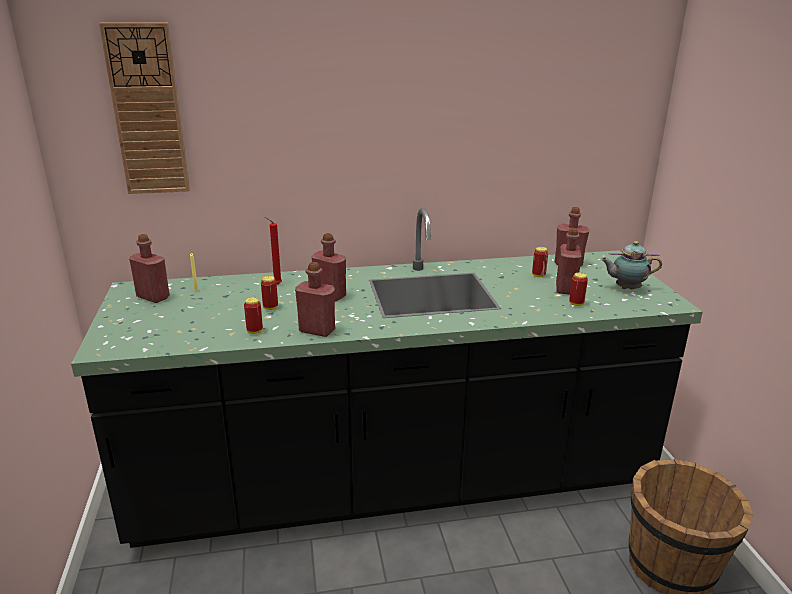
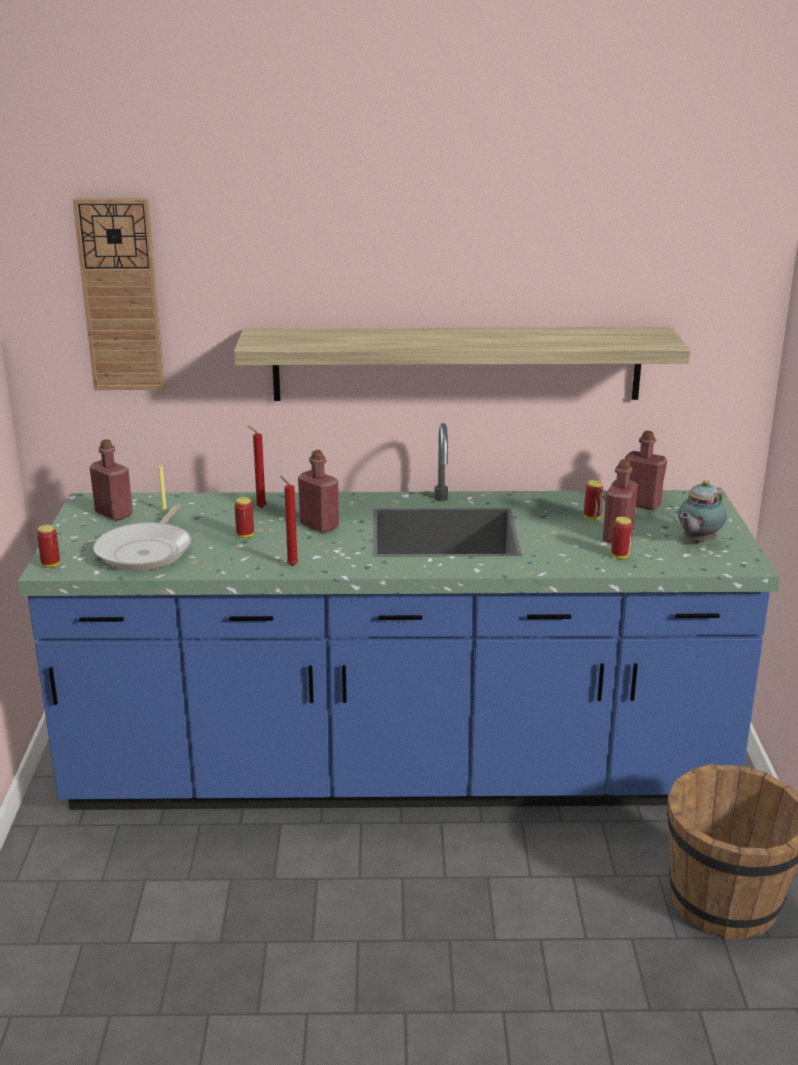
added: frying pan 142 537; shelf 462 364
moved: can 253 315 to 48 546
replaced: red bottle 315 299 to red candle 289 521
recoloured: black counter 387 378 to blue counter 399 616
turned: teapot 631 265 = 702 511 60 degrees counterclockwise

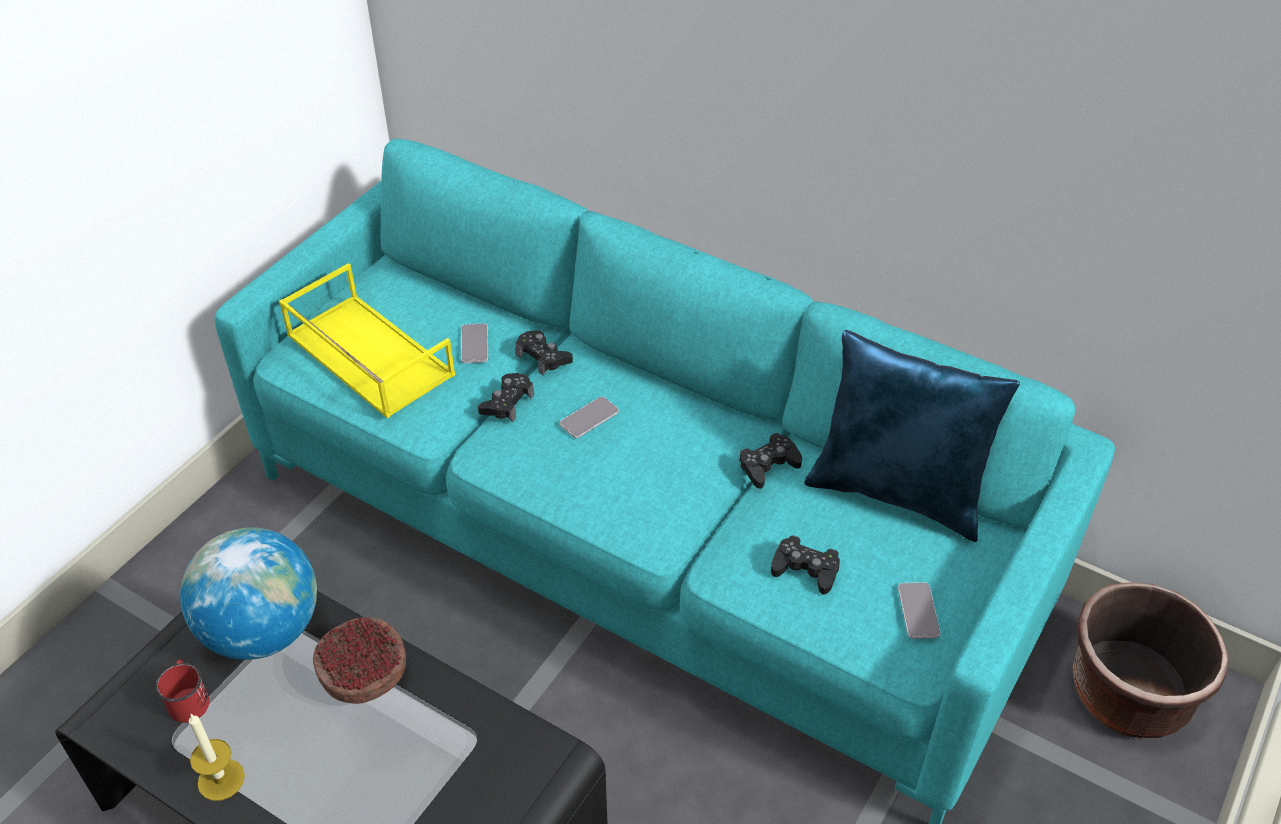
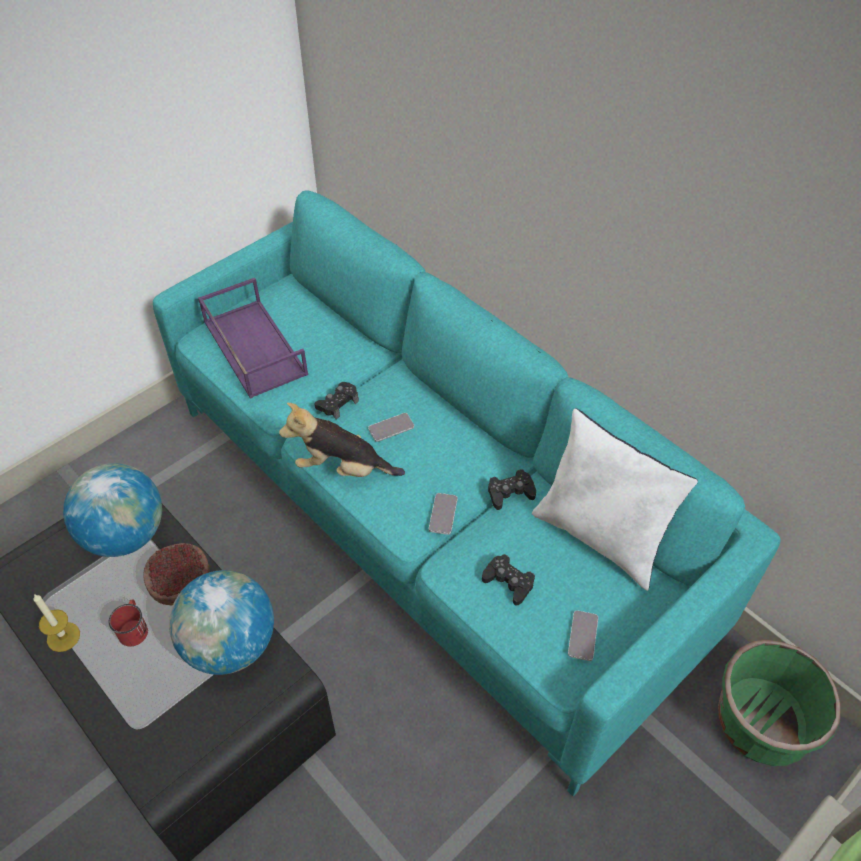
removed: black game controller 544 353
added: globe 221 622; plush toy 342 440
moved: red mug 182 691 to 128 623; phone 474 343 to 443 514
recoloured: yellow tray 367 340 to purple tray 253 338; blue pillow 912 436 to white pillow 615 499; brown planter 1150 660 to green planter 779 702

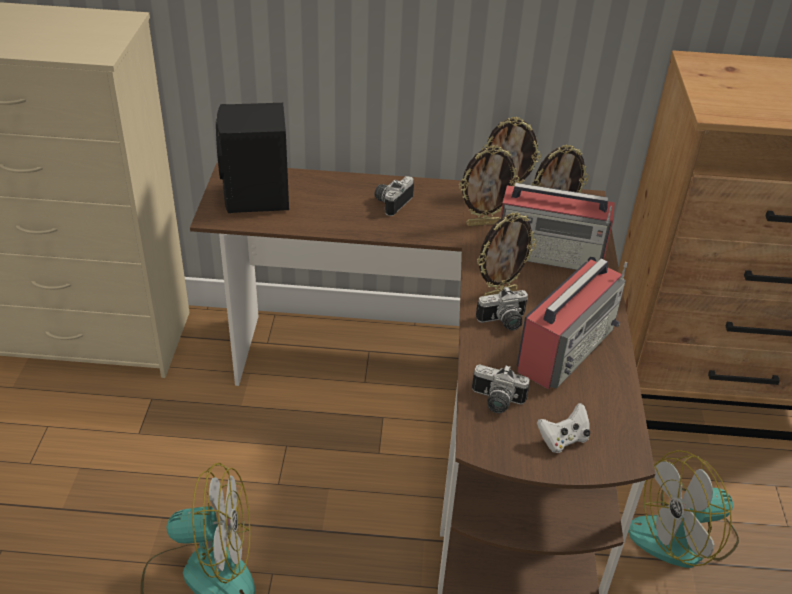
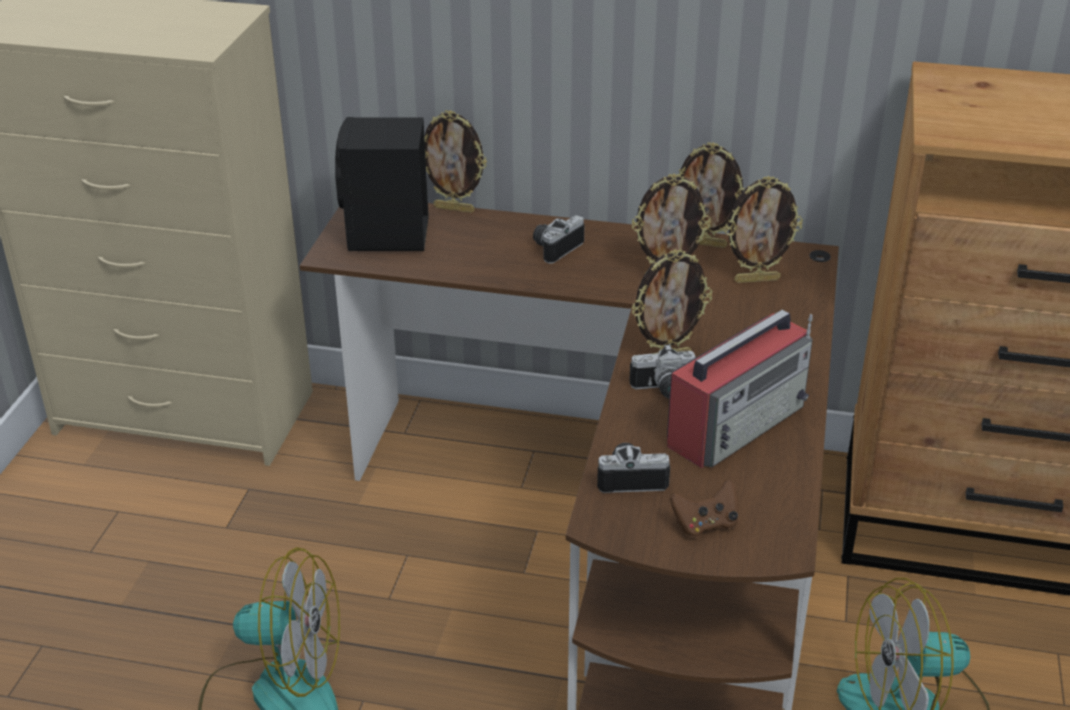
removed: radio 557 226
added: picture frame 455 161
recoloured: white game controller 564 428 to brown game controller 704 509
turned: photo camera 501 388 = 633 468 150 degrees clockwise

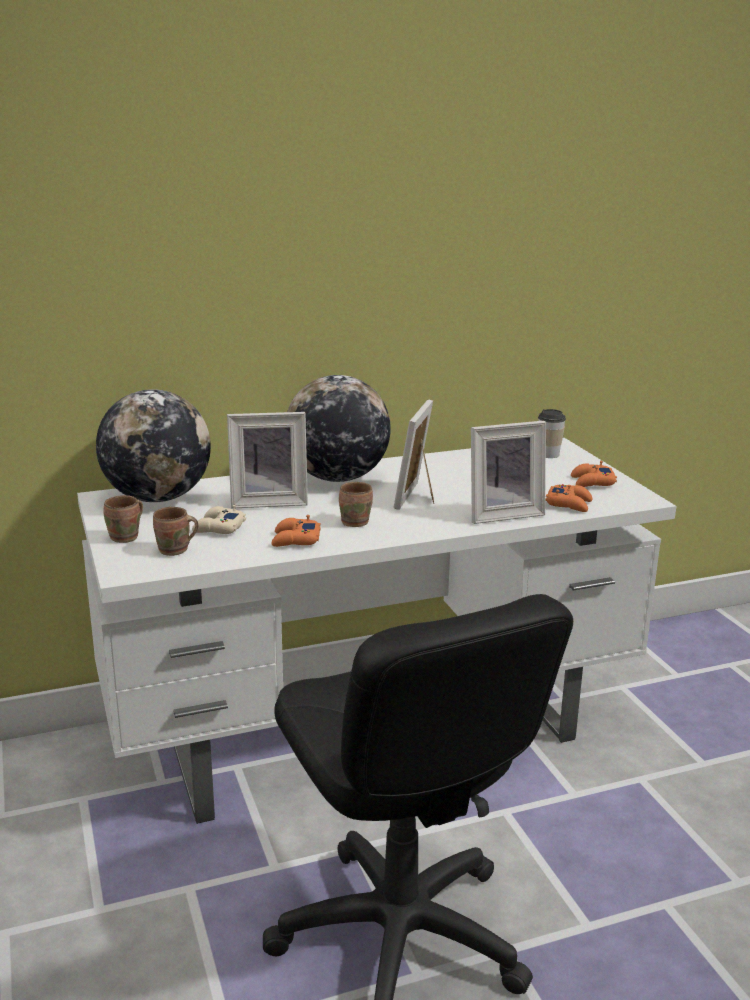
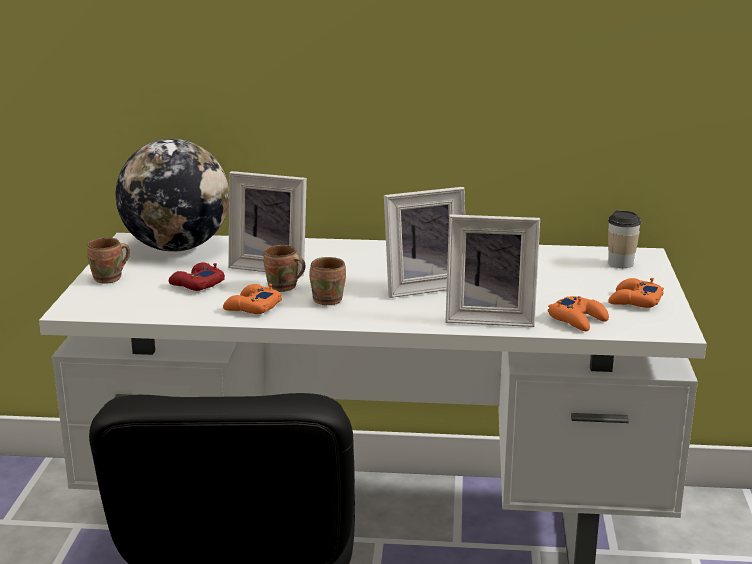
removed: globe 339 428
moved: brown mug 175 531 to 285 268
recoloured: beige game controller 219 519 to red game controller 197 276
turned: picture frame 414 455 = 424 242 150 degrees counterclockwise

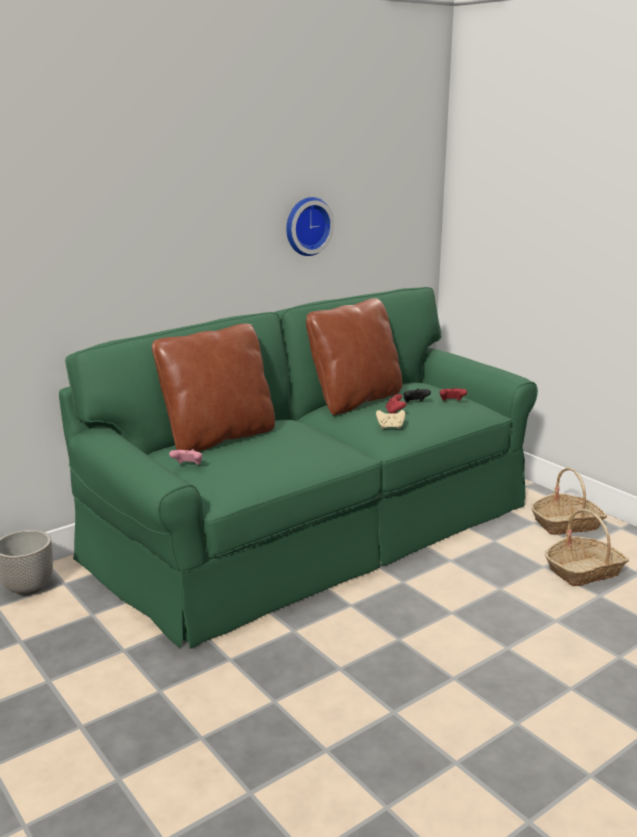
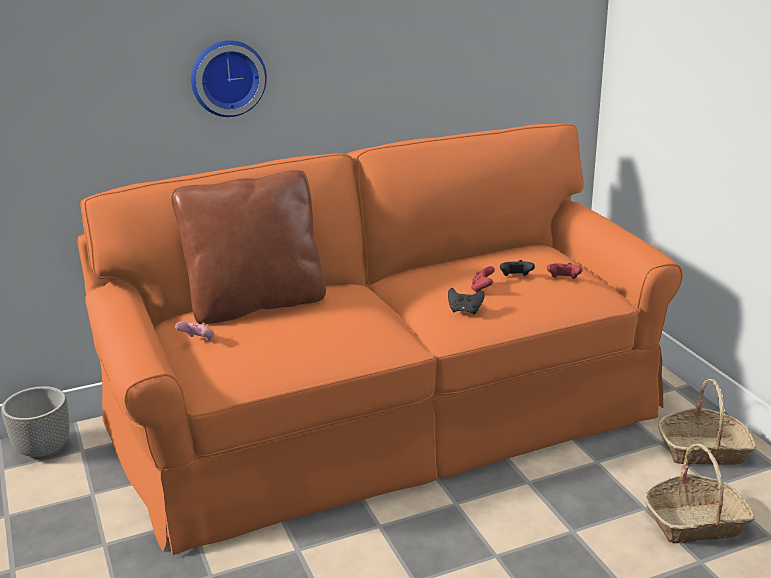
removed: brown pillow 354 356
moved: wall clock 310 226 to 229 78
recoloured: green sofa 298 467 to orange sofa 380 339; beige game controller 390 419 to black game controller 466 301

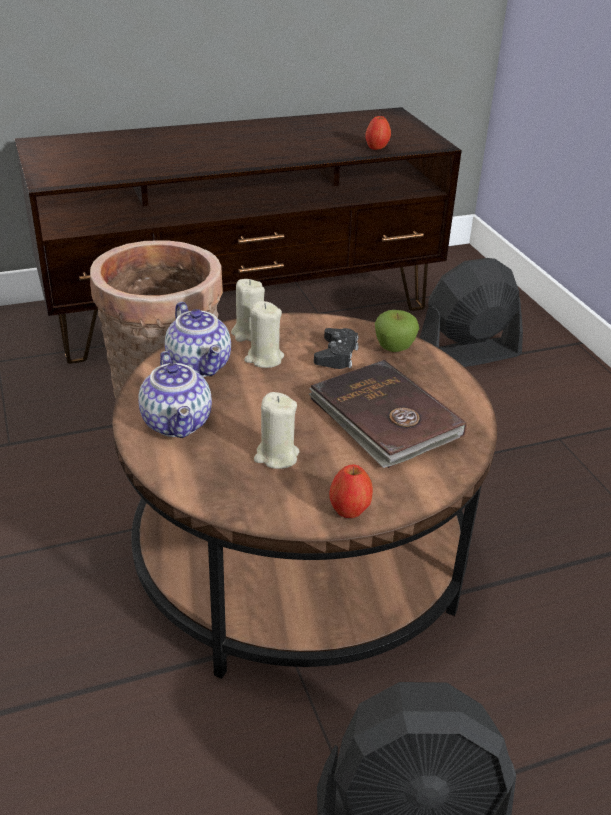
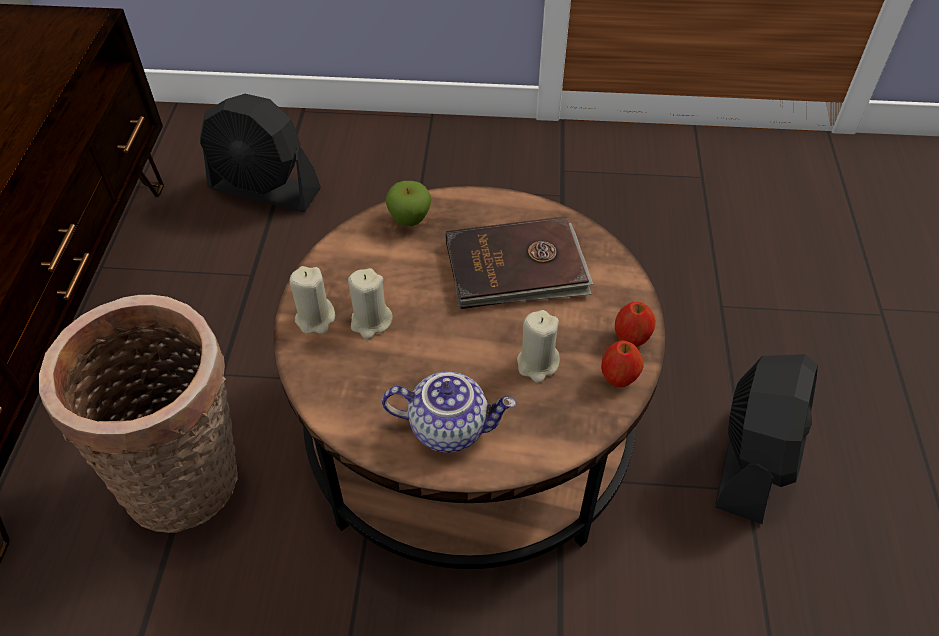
removed: teapot 198 339; black game controller 336 348
moved: apple 378 133 to 622 363
turned: black fan 471 312 = 260 153 75 degrees counterclockwise

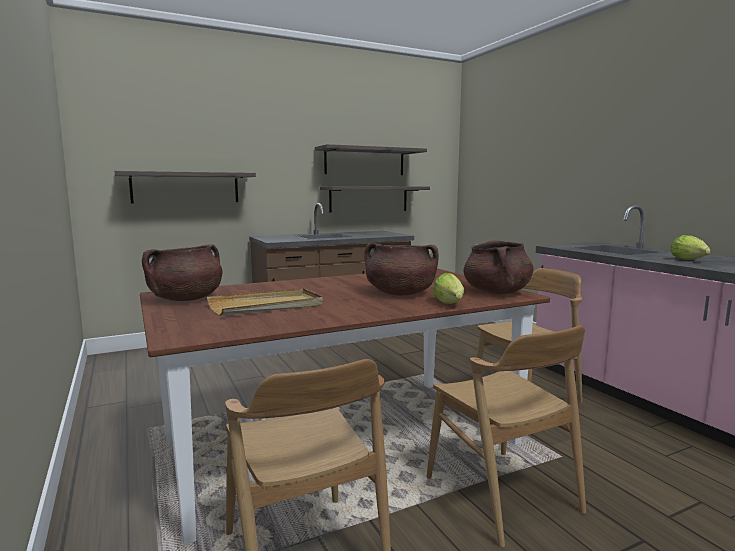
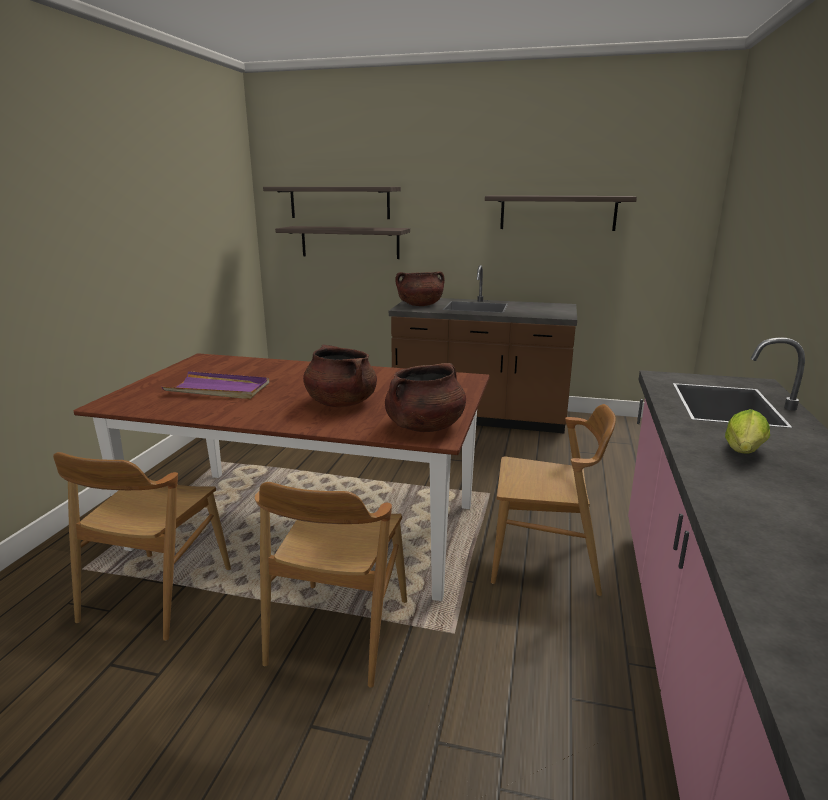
removed: lettuce 448 288
moved: brown cooking pot 182 272 to 419 289; shelf 375 199 to 332 203
recoloured: beige tray 265 302 to purple tray 215 385

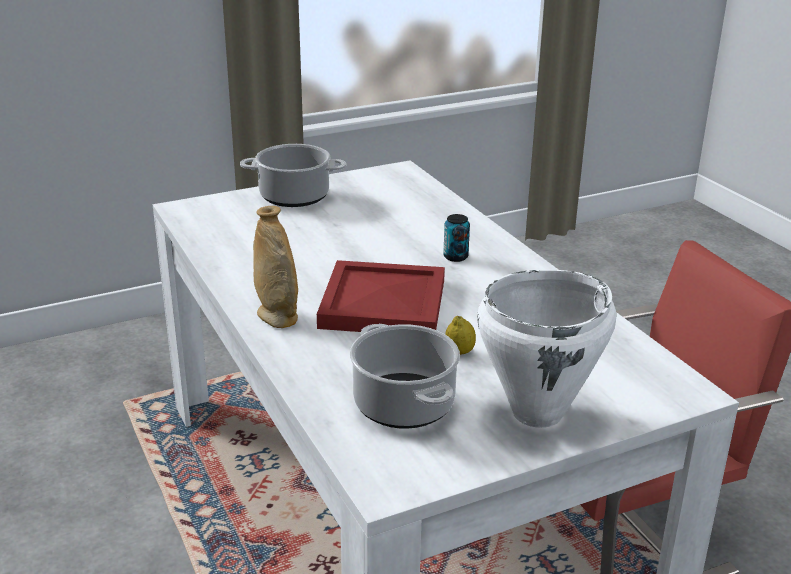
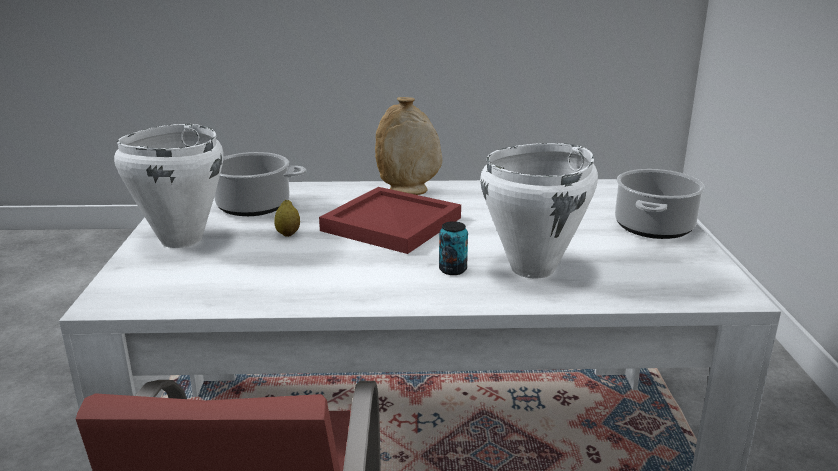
added: white cooking pot 539 210

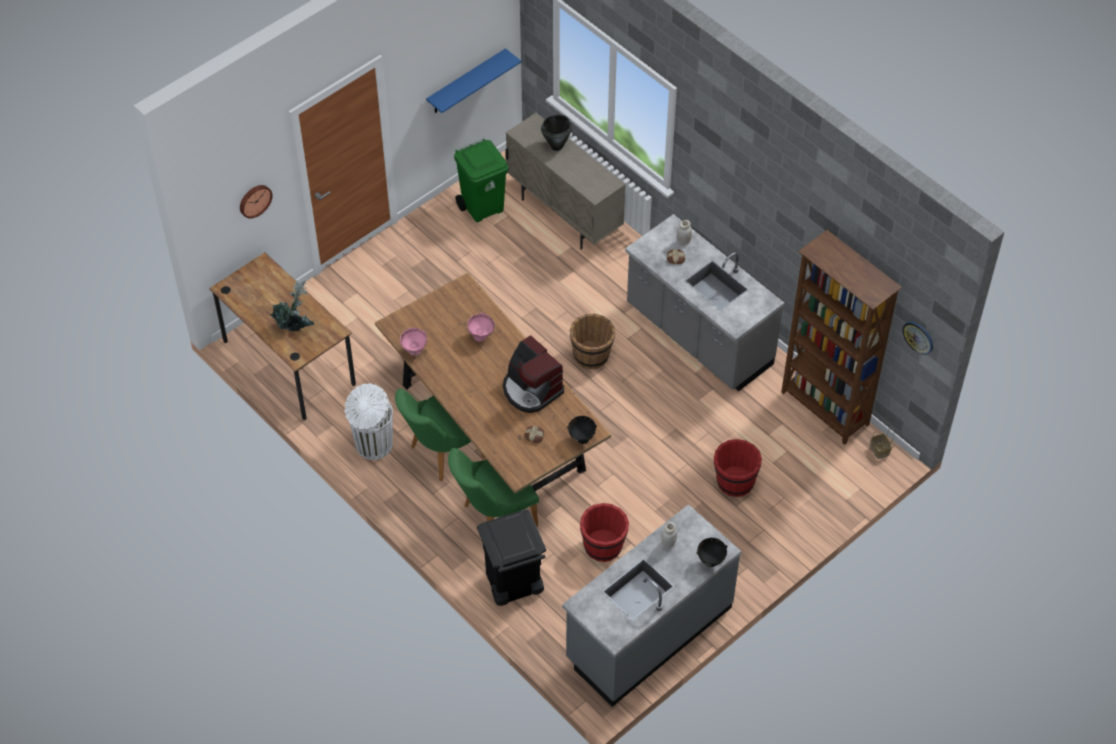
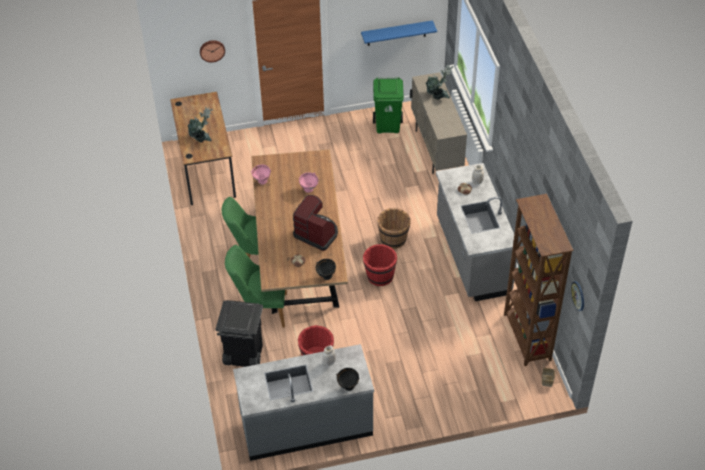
removed: white trash can 369 421
moved: red bucket 738 468 to 380 265
replaced: black cooking pot 556 133 to potted plant 439 82
turned: coffee machine 533 374 = 315 223 135 degrees clockwise

